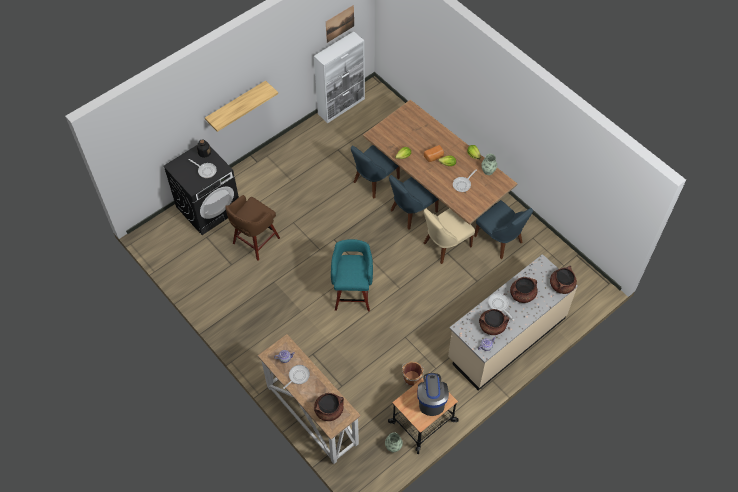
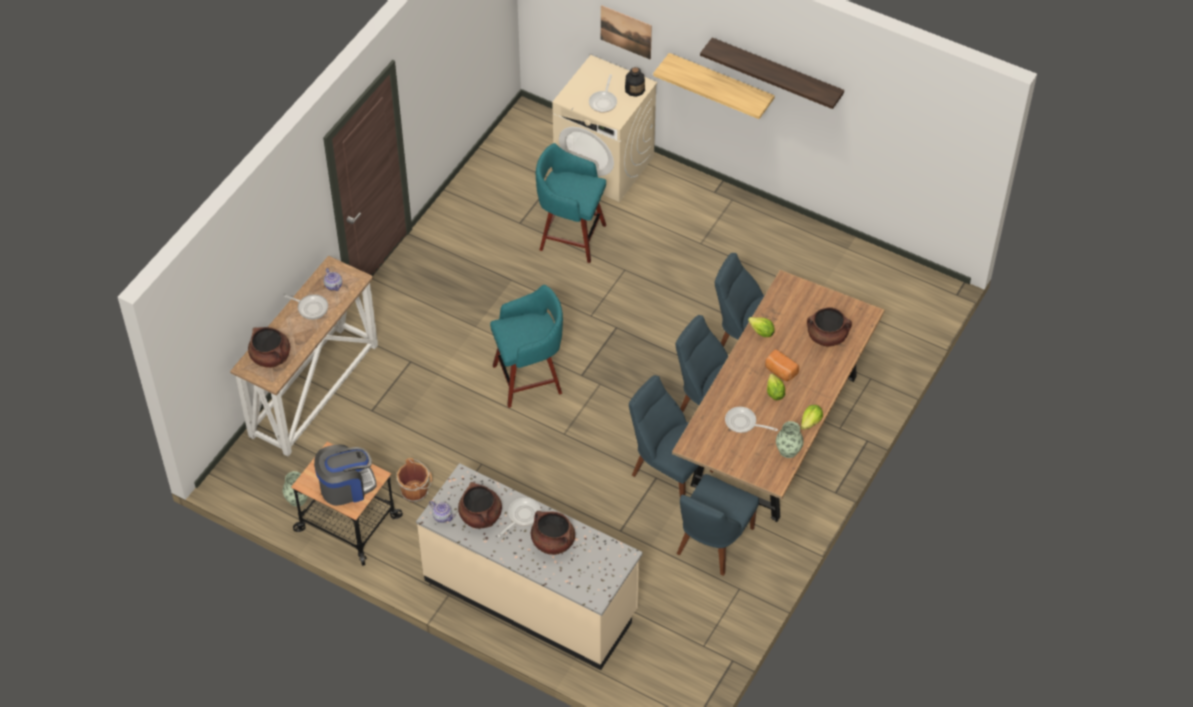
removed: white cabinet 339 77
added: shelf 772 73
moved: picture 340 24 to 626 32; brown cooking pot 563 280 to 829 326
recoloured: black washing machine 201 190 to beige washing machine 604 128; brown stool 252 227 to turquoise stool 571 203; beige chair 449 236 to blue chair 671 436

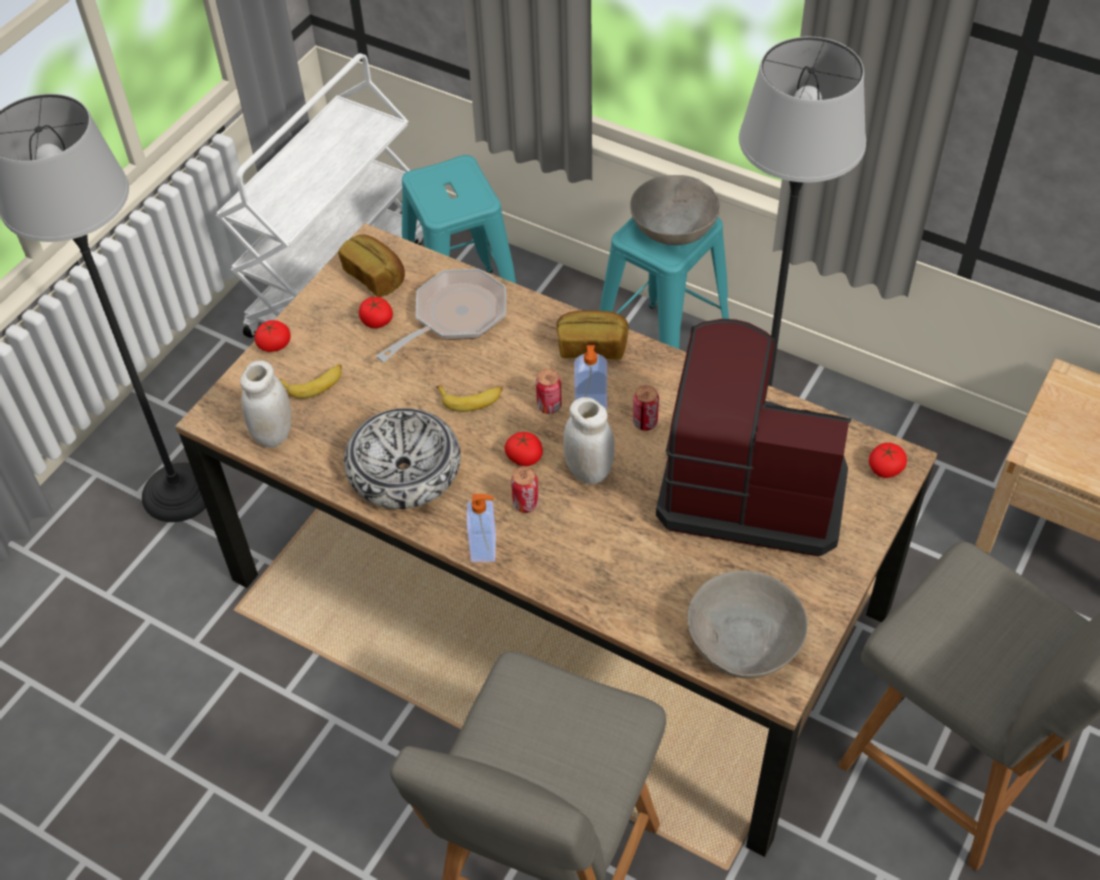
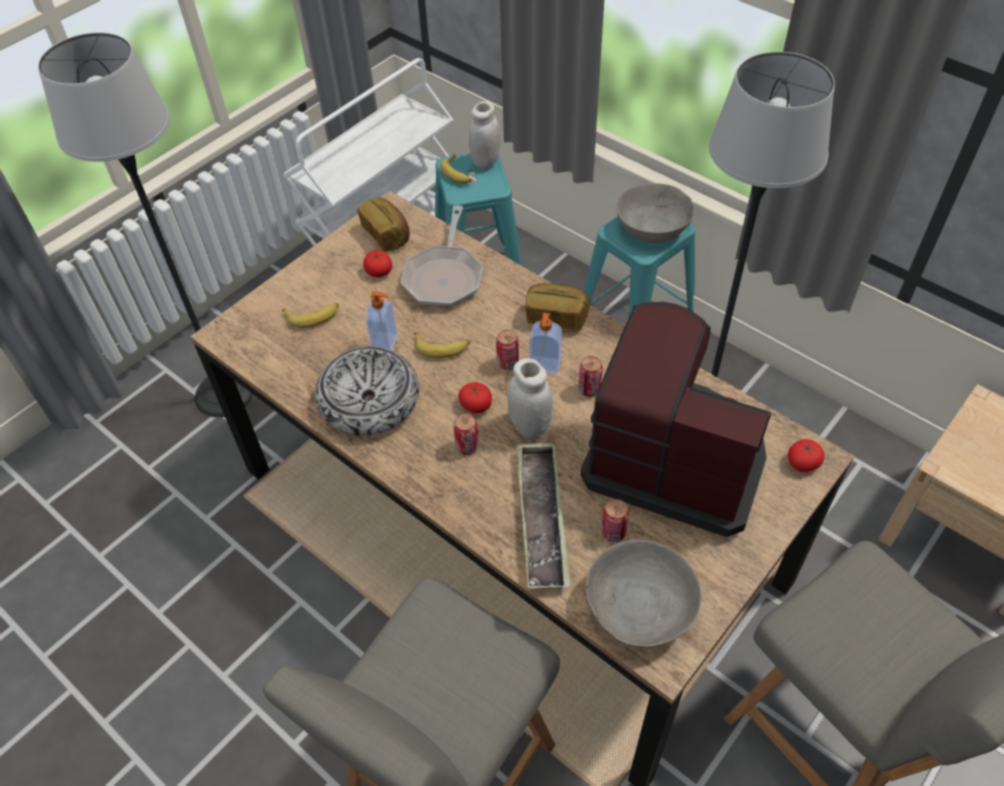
removed: tomato 273 336
added: banana 456 169; tray 543 515; can 615 520
moved: white jar 265 404 to 485 135; soap dispenser 481 528 to 382 320
turned: frying pan 441 315 = 441 256 135 degrees clockwise

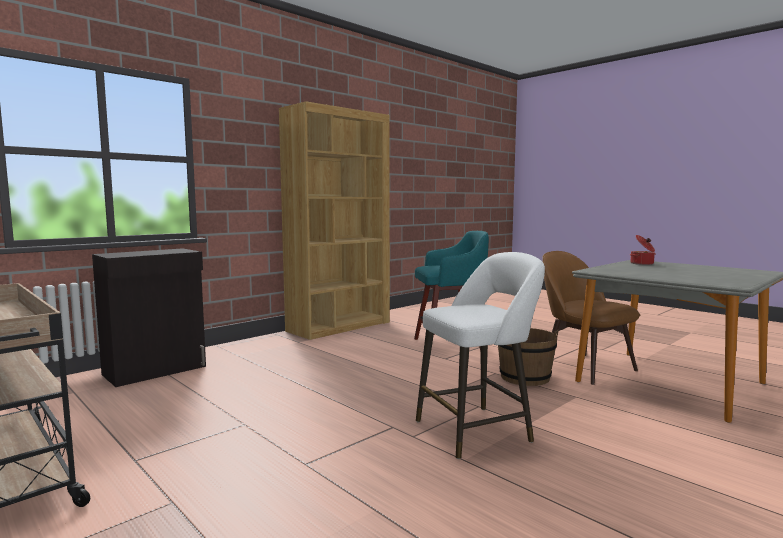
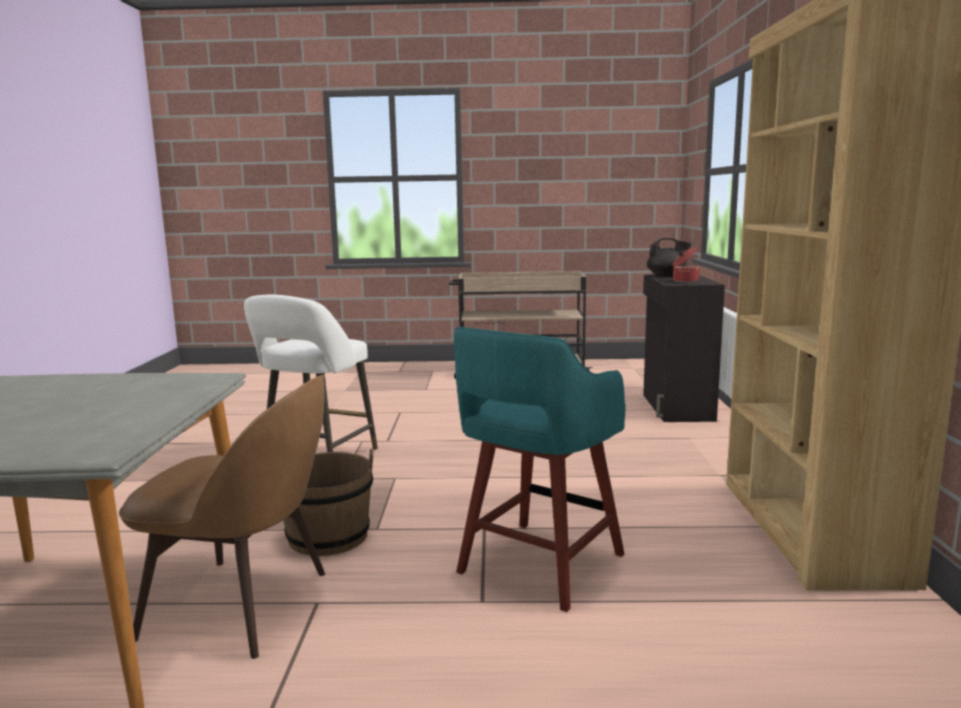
added: black teapot 669 257
moved: cooking pot 643 250 to 686 264

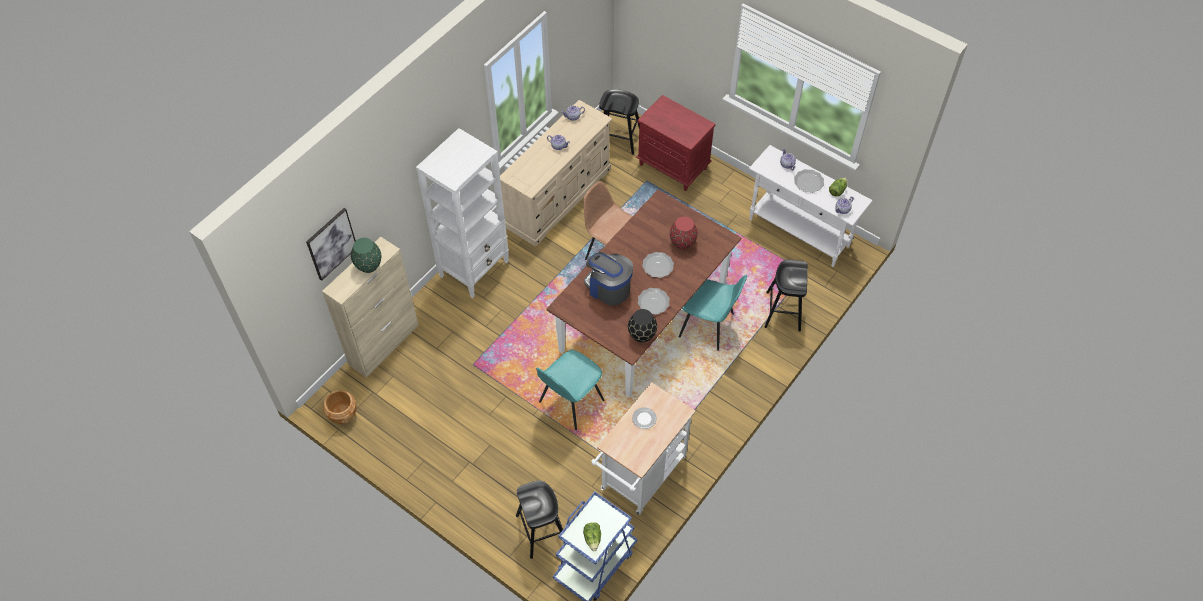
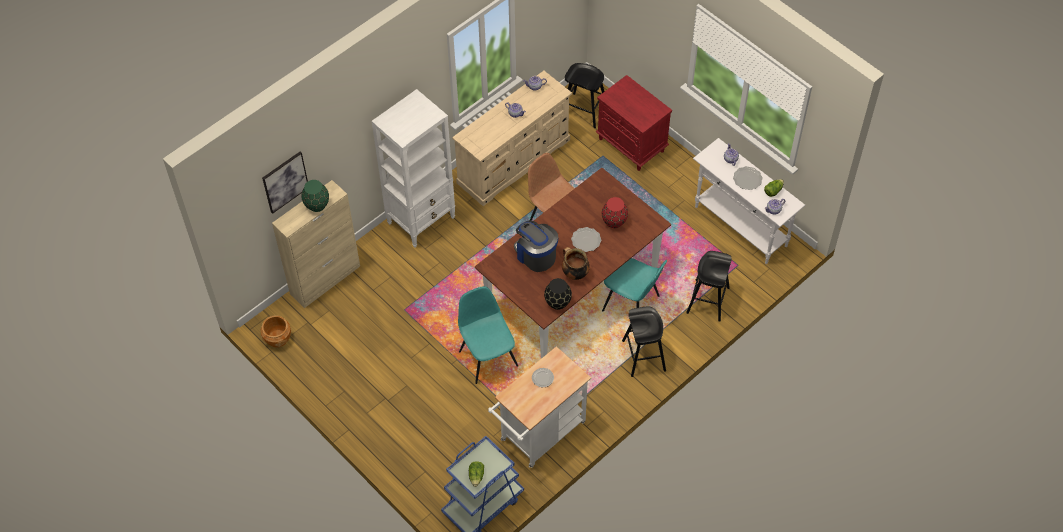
moved: black stool 539 519 to 644 342
replaced: plate 654 301 to cooking pot 576 263
turned: turquoise chair 570 390 = 488 335 105 degrees clockwise

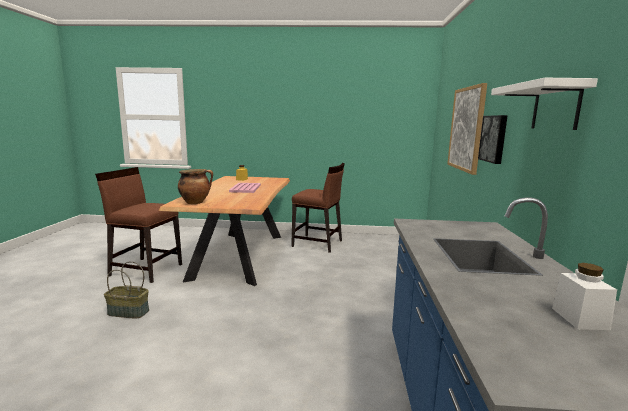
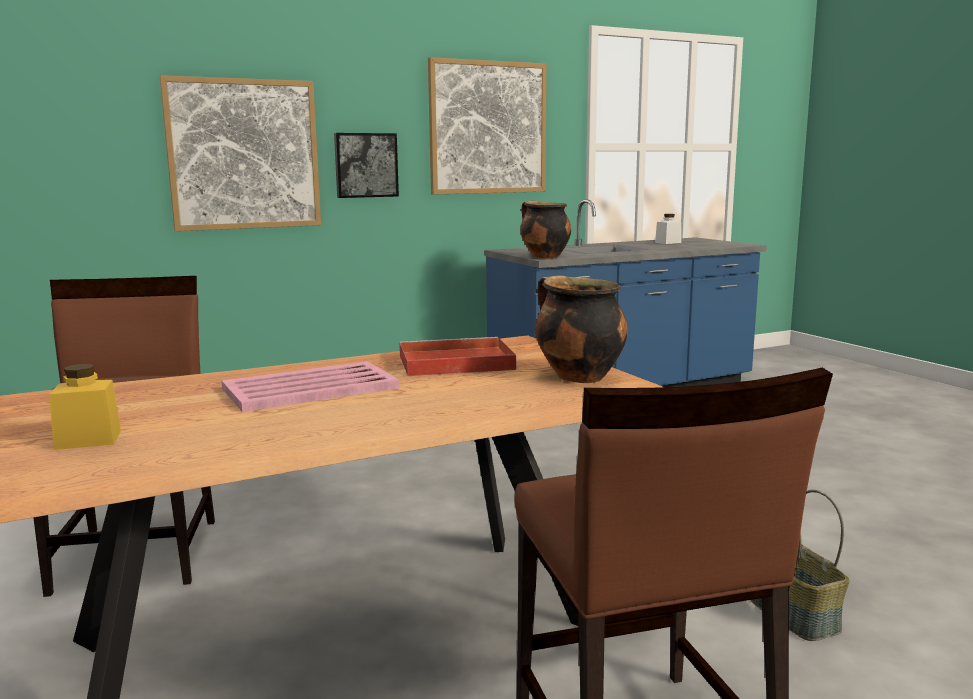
added: red tray 457 356; cooking pot 545 230
replaced: white shelf 544 104 to picture 487 126

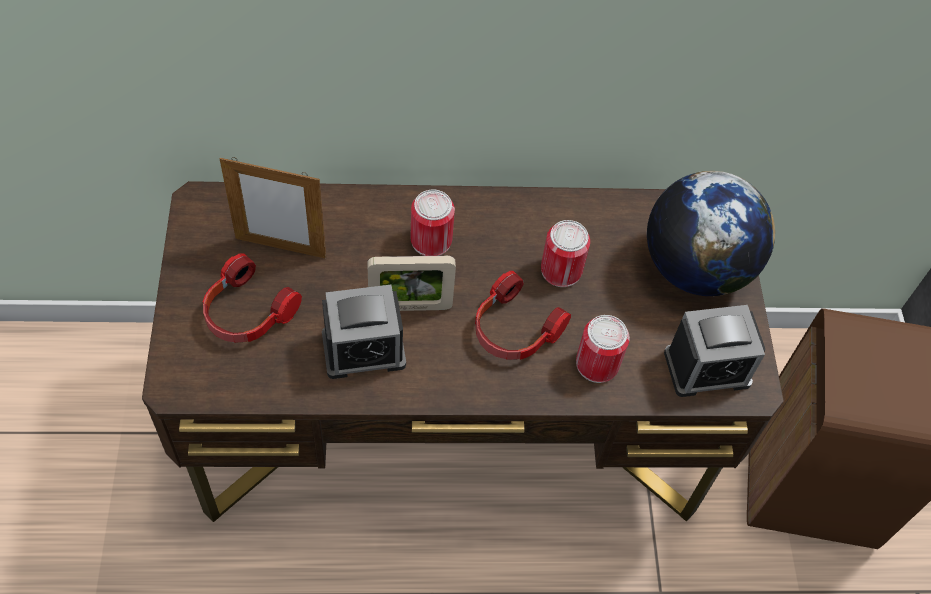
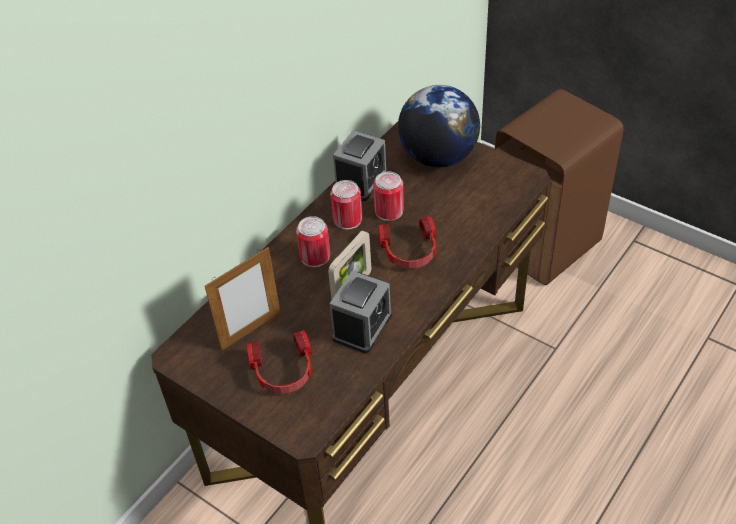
moved: can 603 349 to 346 205; alarm clock 714 351 to 360 166

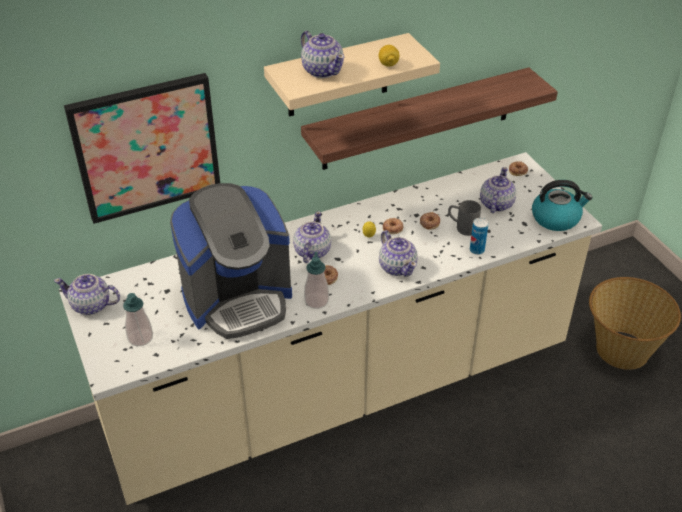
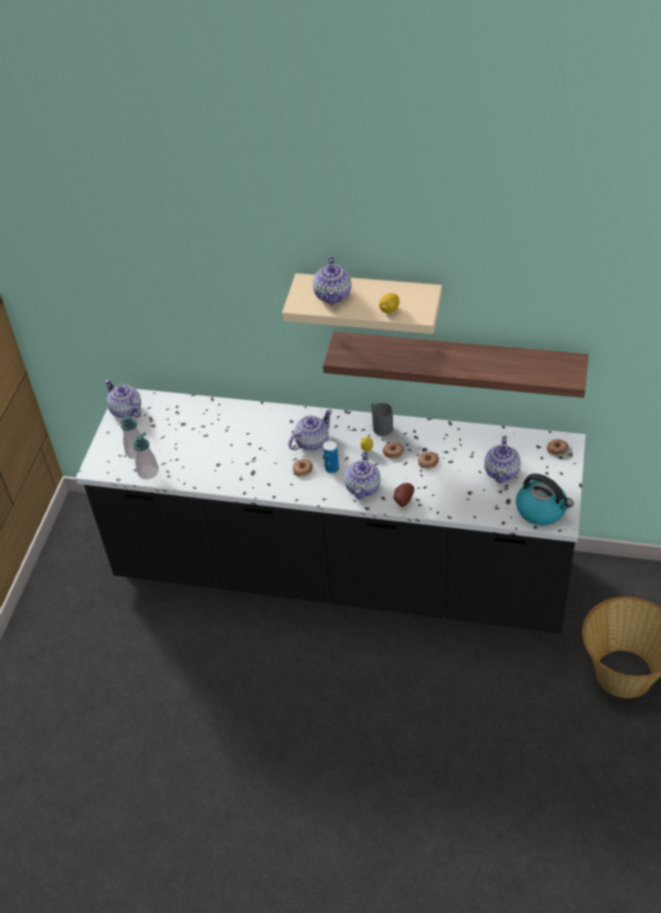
removed: picture 142 148; coffee machine 231 261
added: potato 403 495
moved: soap dispenser 316 280 to 146 455; grey mug 464 218 to 382 419; can 479 236 to 331 456
recoloured: beige counter 330 328 to black counter 331 511
turned: teapot 498 190 = 502 459 135 degrees clockwise

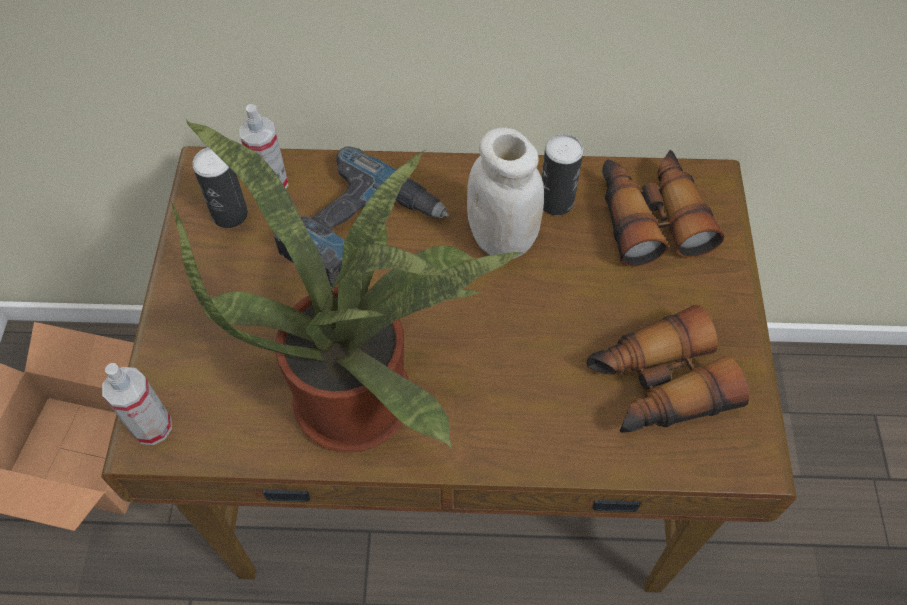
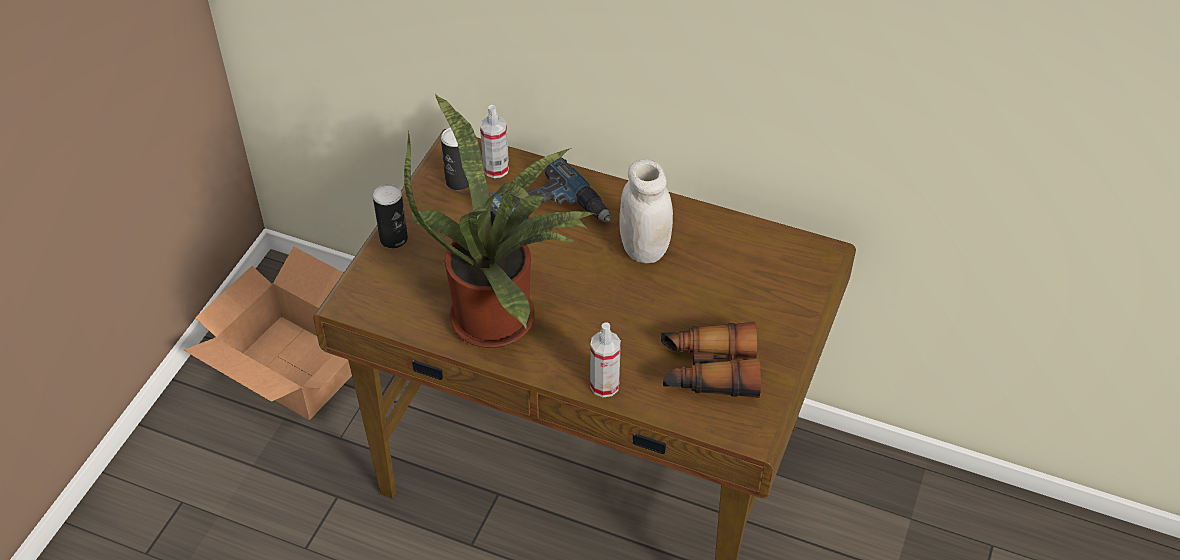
removed: binoculars 663 208
moved: spray bottle 137 404 to 605 359; can 562 175 to 390 216

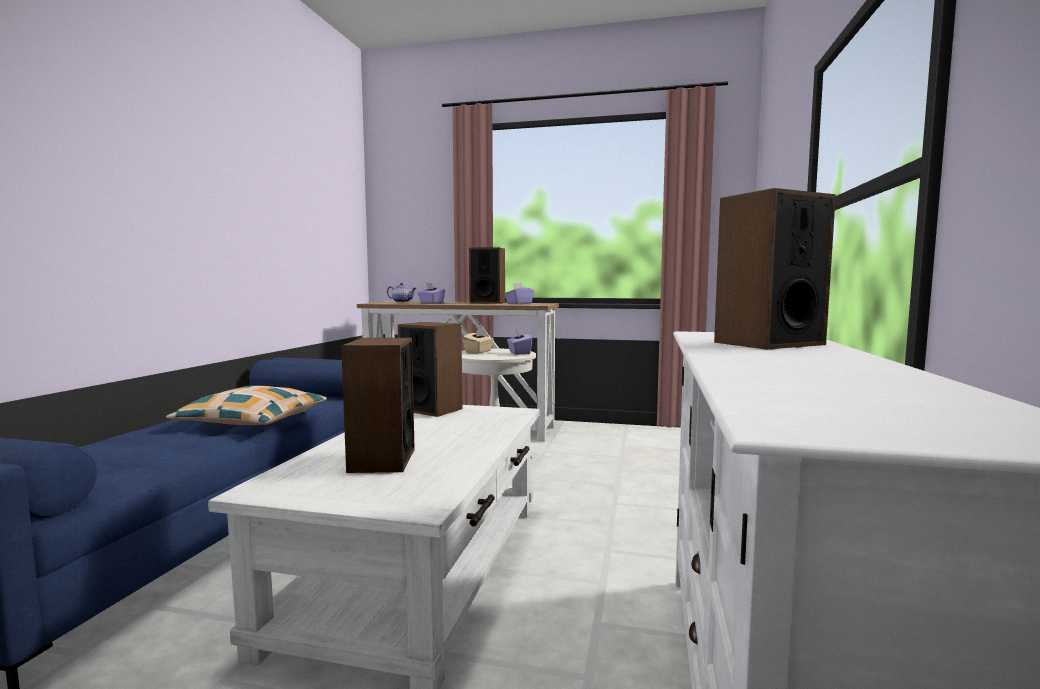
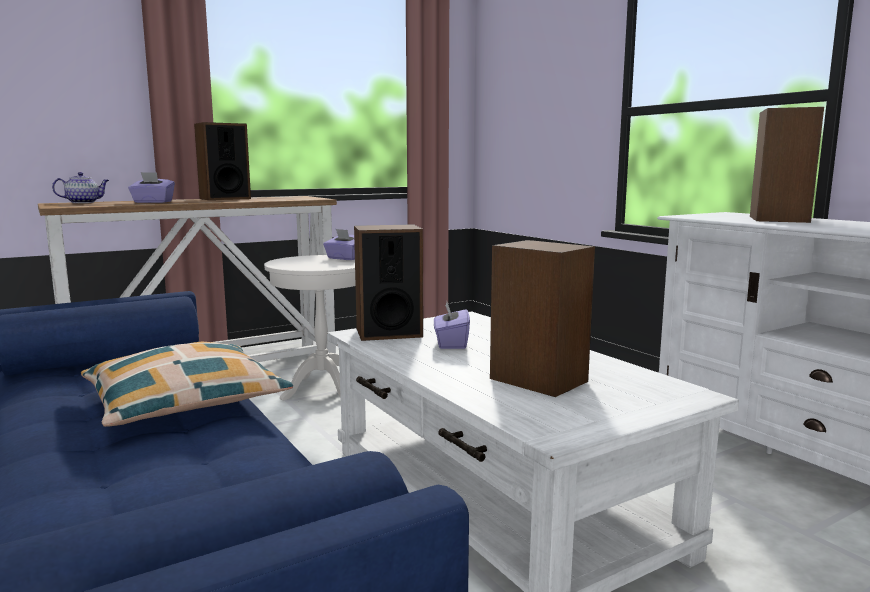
removed: beige tissue box 478 341
moved: purple tissue box 519 293 to 452 325

